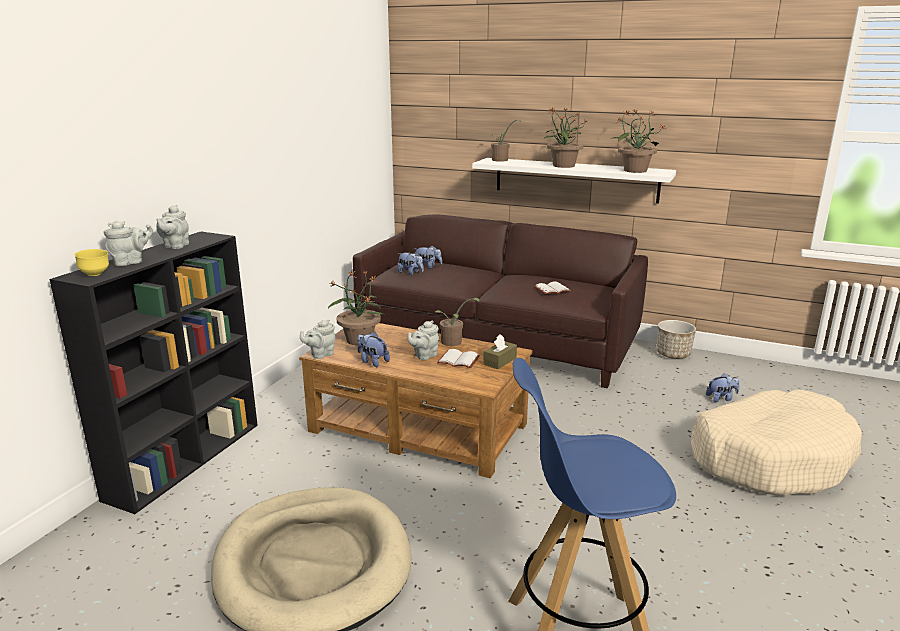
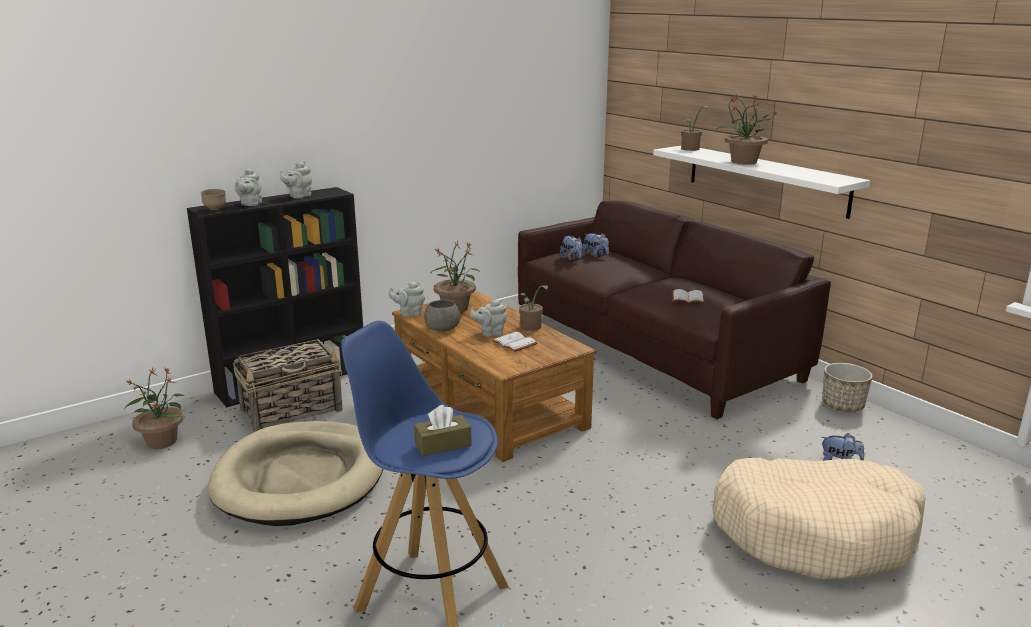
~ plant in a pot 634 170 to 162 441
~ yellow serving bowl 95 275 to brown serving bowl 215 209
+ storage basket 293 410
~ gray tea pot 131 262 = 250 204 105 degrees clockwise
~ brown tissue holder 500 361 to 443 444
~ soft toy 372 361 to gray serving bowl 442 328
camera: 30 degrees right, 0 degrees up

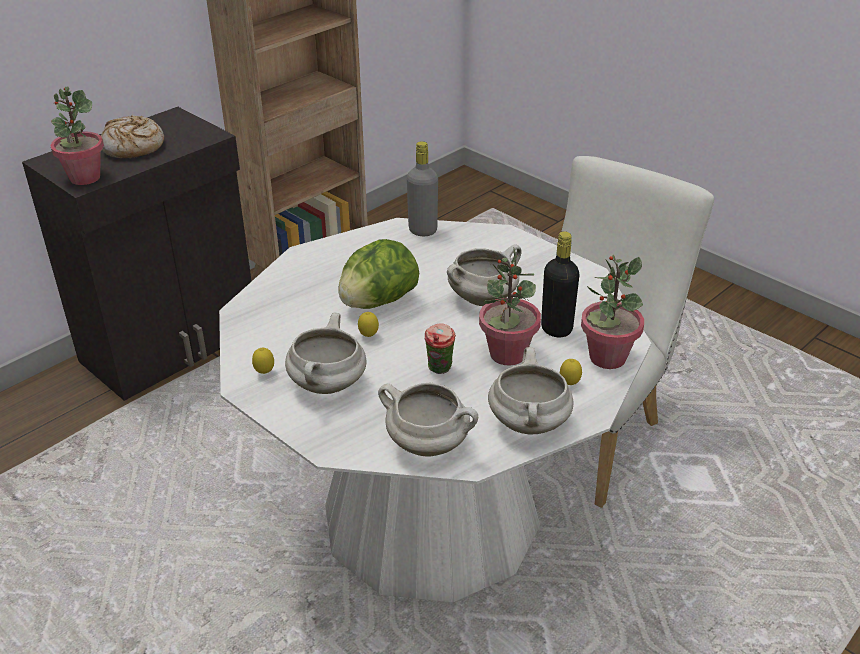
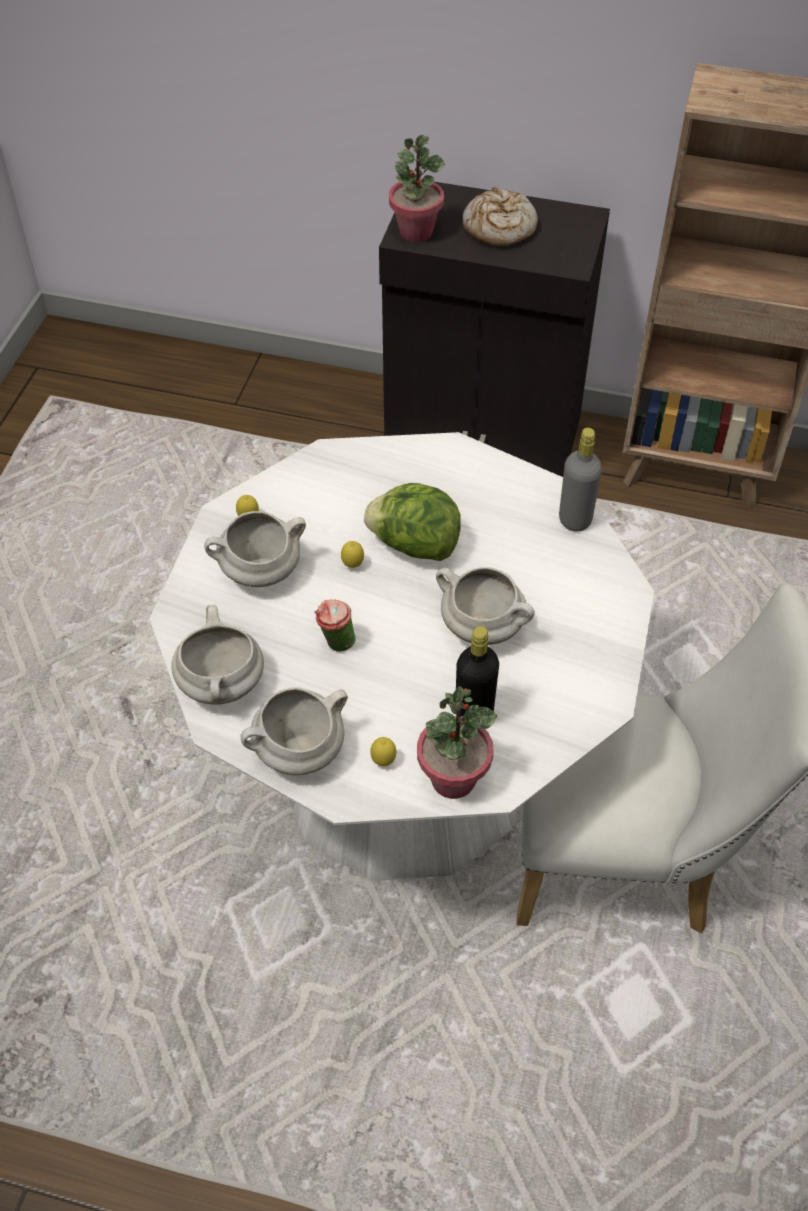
- plant in a pot 507 354
camera: 60 degrees right, 15 degrees up

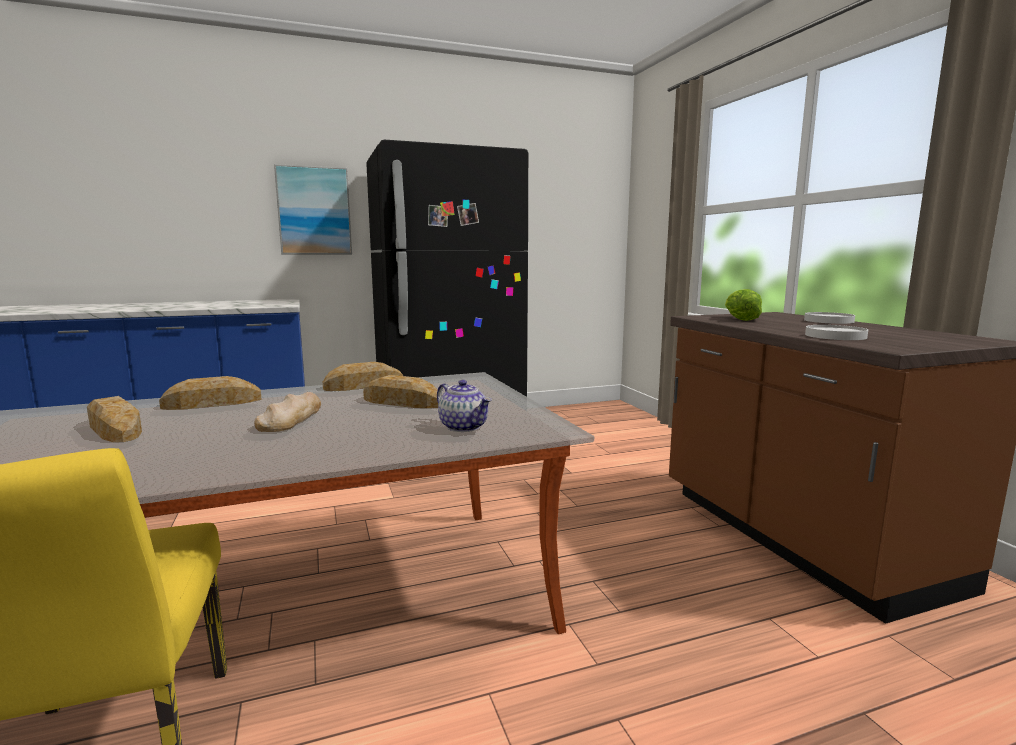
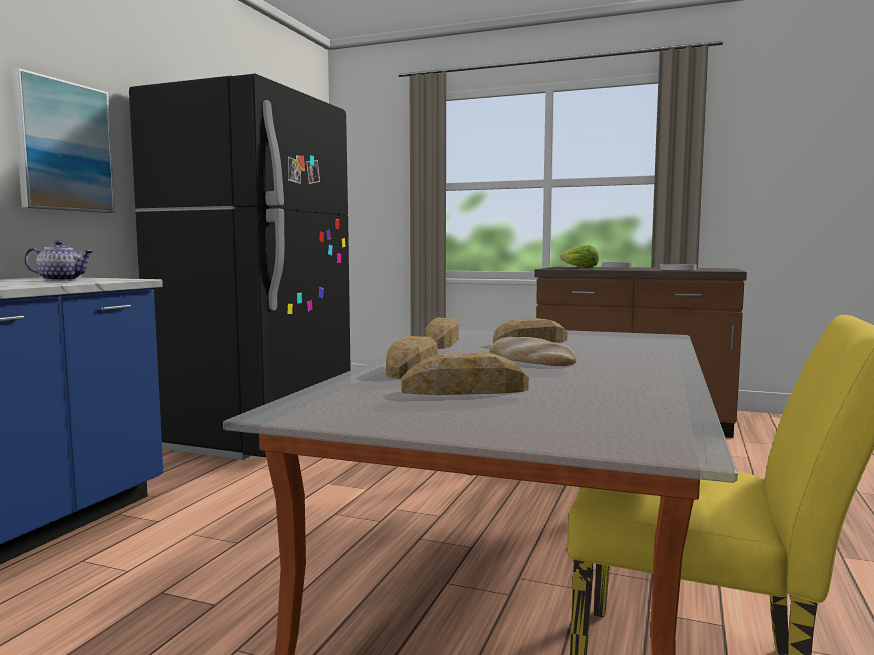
~ tea pot 464 427 to 61 280
camera: 50 degrees left, 5 degrees down

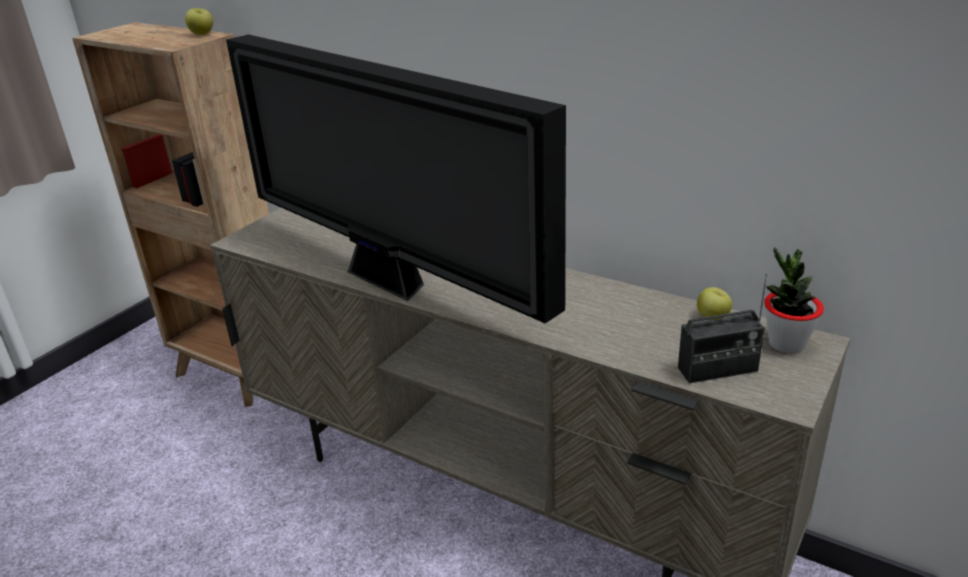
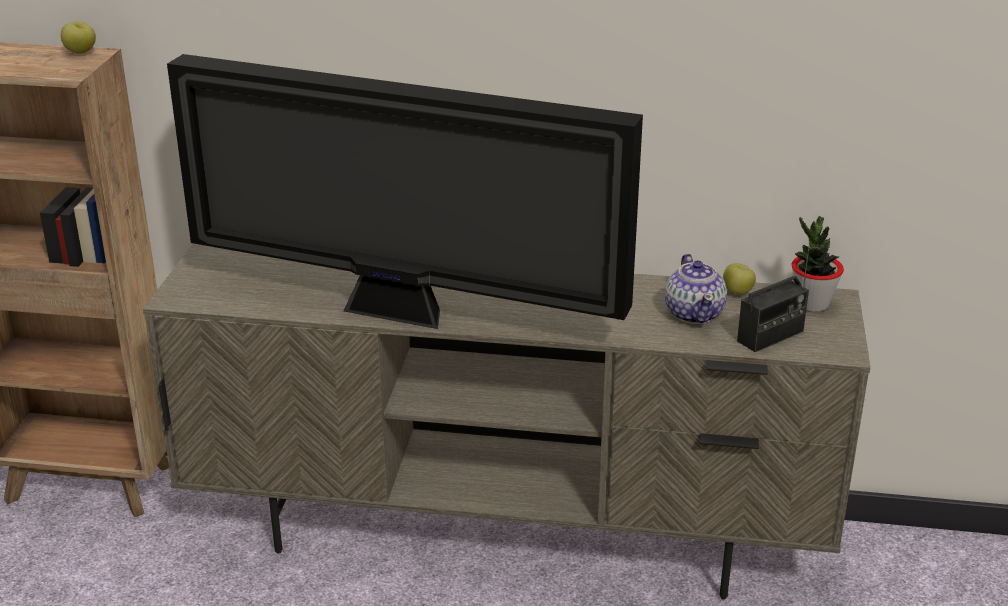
+ tea pot 694 313
camera: 25 degrees left, 0 degrees up

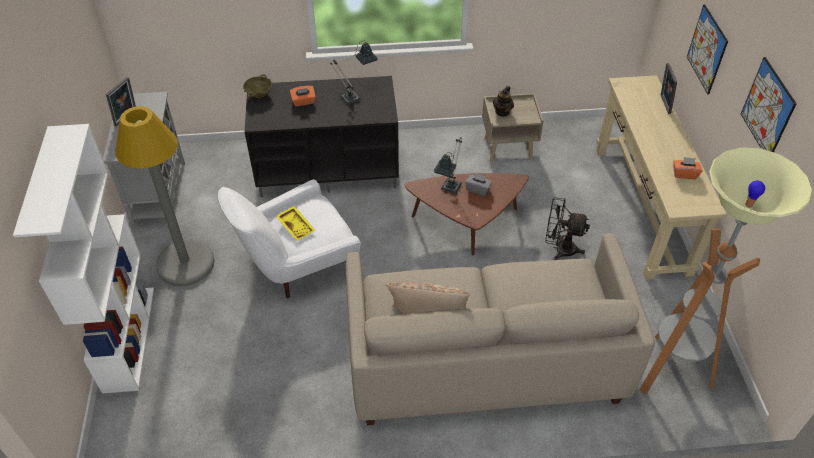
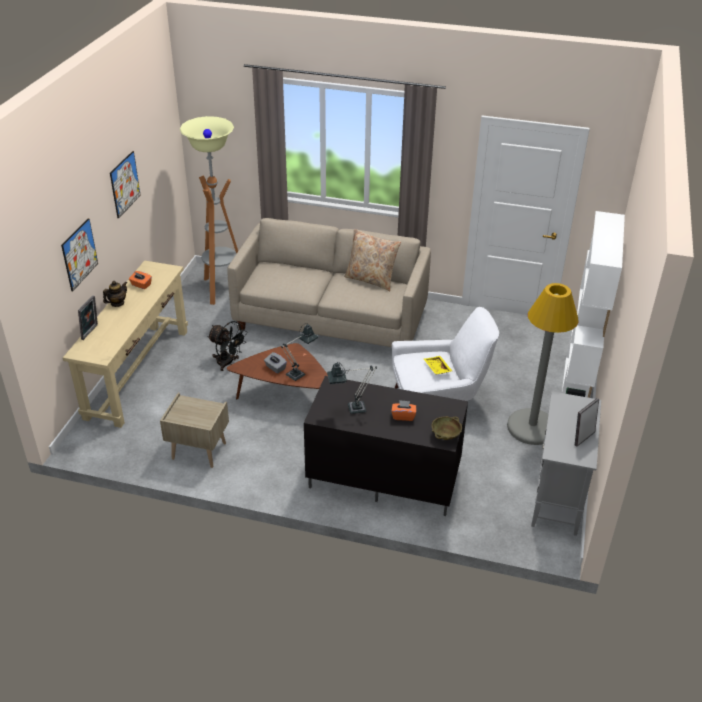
~ tea pot 502 112 to 117 303
camera: 160 degrees left, 10 degrees down

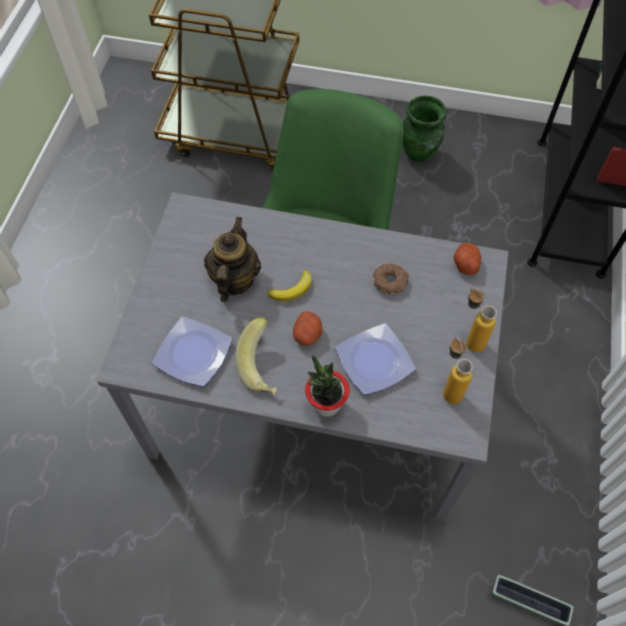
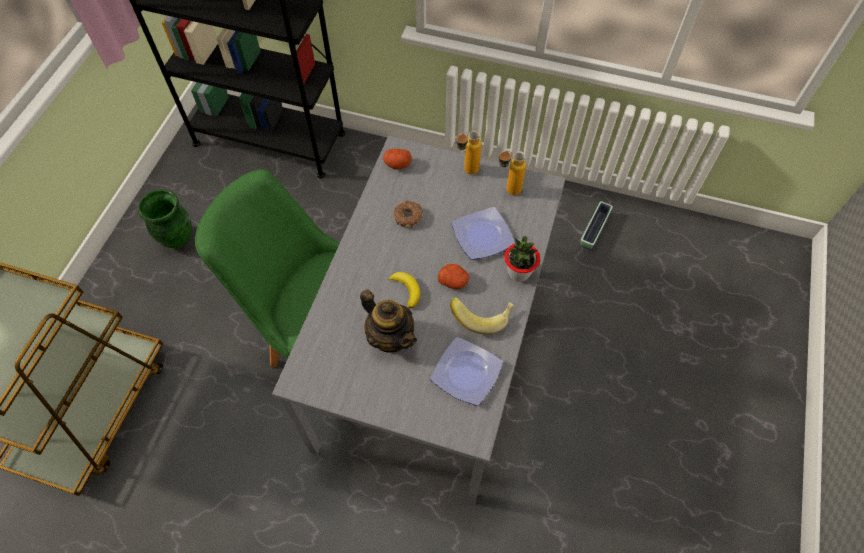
~ tea pot 234 280 = 390 337 150 degrees counterclockwise
camera: 85 degrees left, 0 degrees up

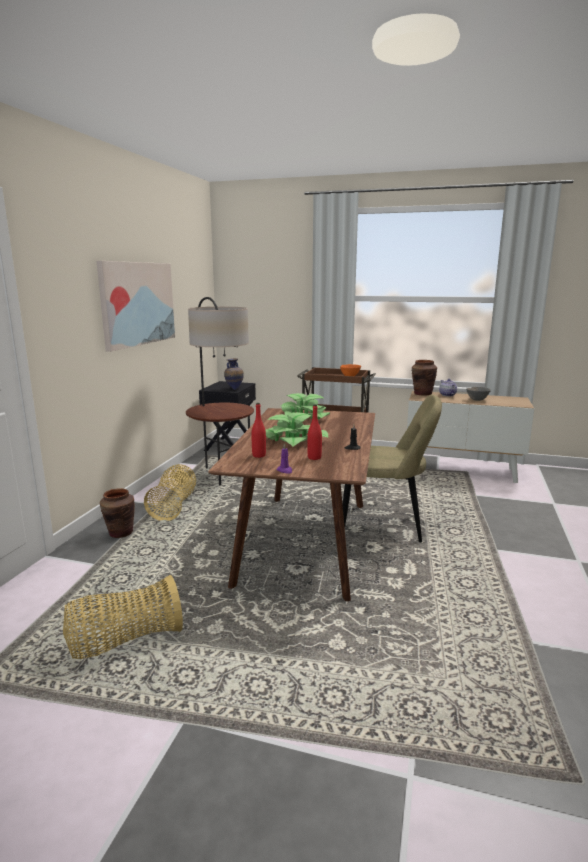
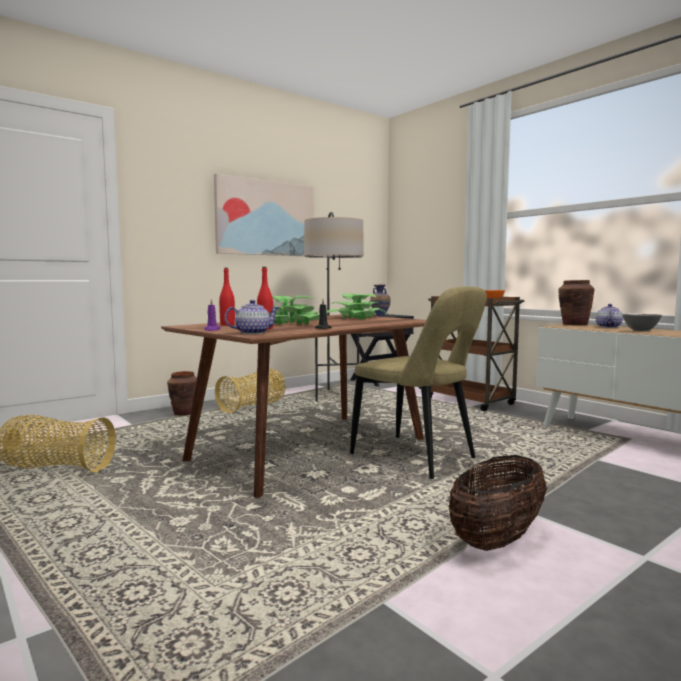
+ tea pot 252 333
+ storage basket 497 539
camera: 35 degrees right, 10 degrees down

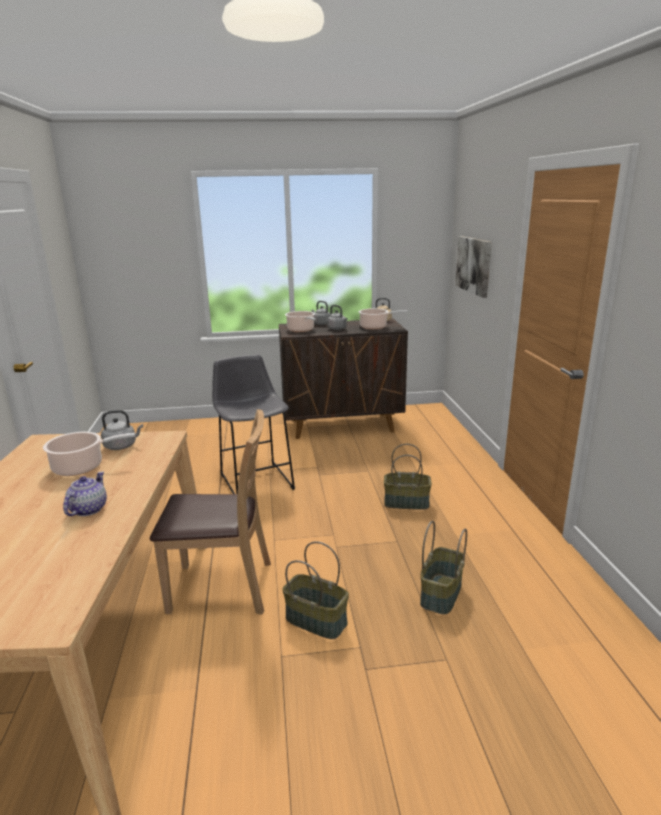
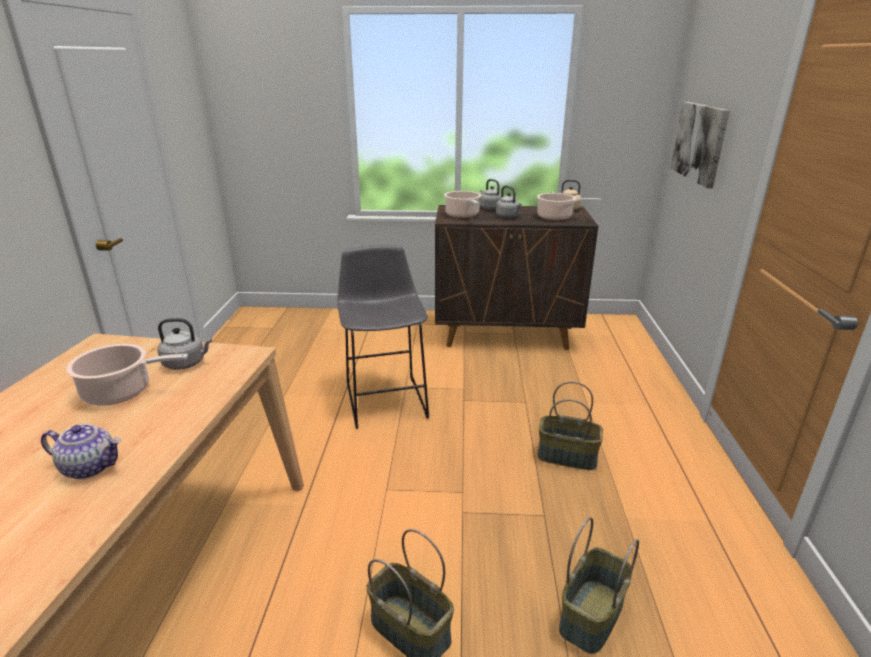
~ tea pot 88 509 = 91 467 75 degrees clockwise
- brown chair 222 587
camera: 10 degrees right, 5 degrees up

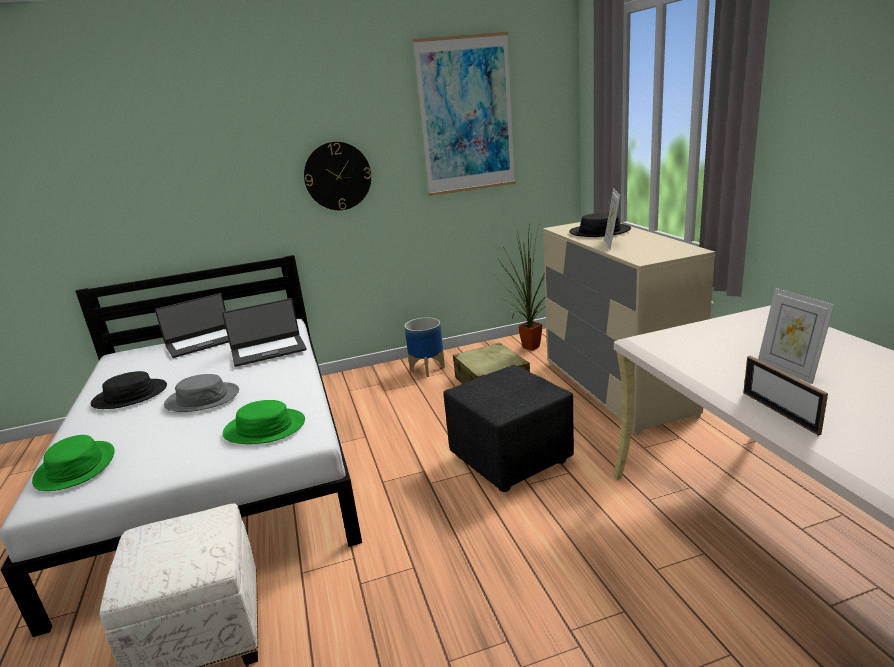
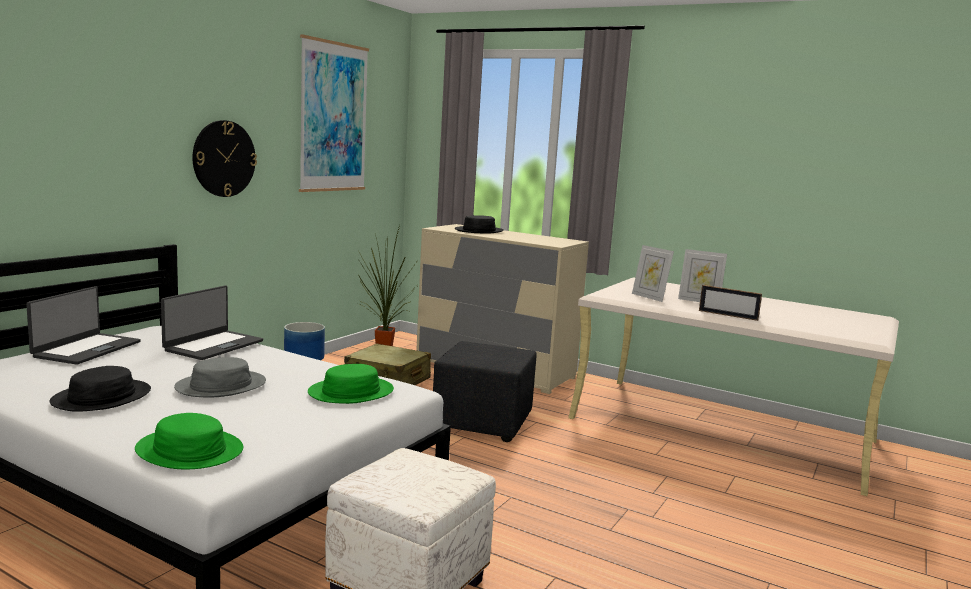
~ picture frame 611 244 to 649 297
camera: 45 degrees left, 10 degrees down

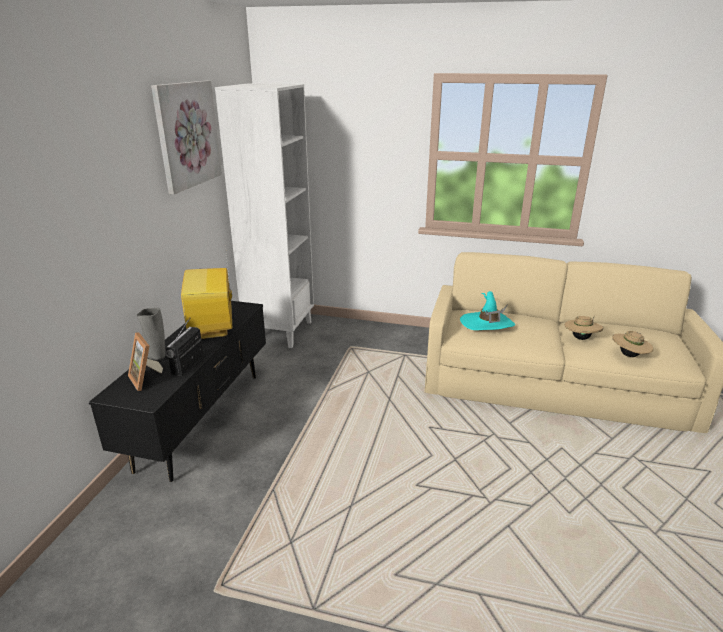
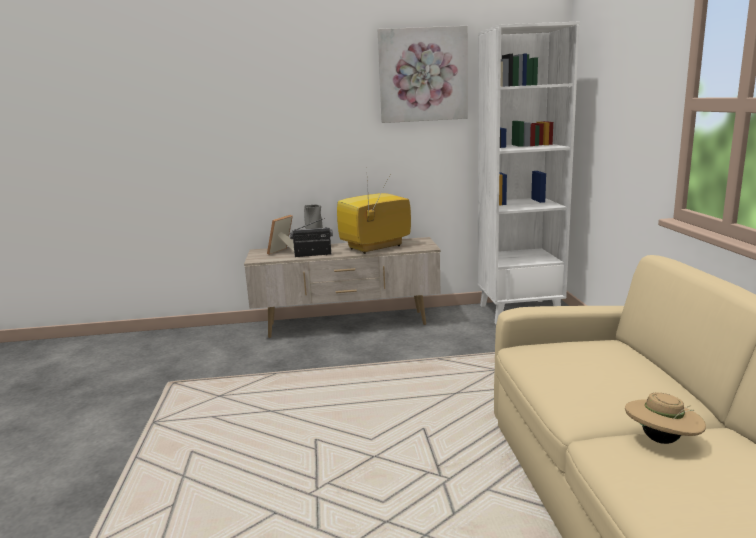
~ black tv stand 202 419 to beige tv stand 347 325
- turquoise-coloured wearable hat 487 324
- beige wearable hat 629 356
camera: 70 degrees right, 10 degrees down

